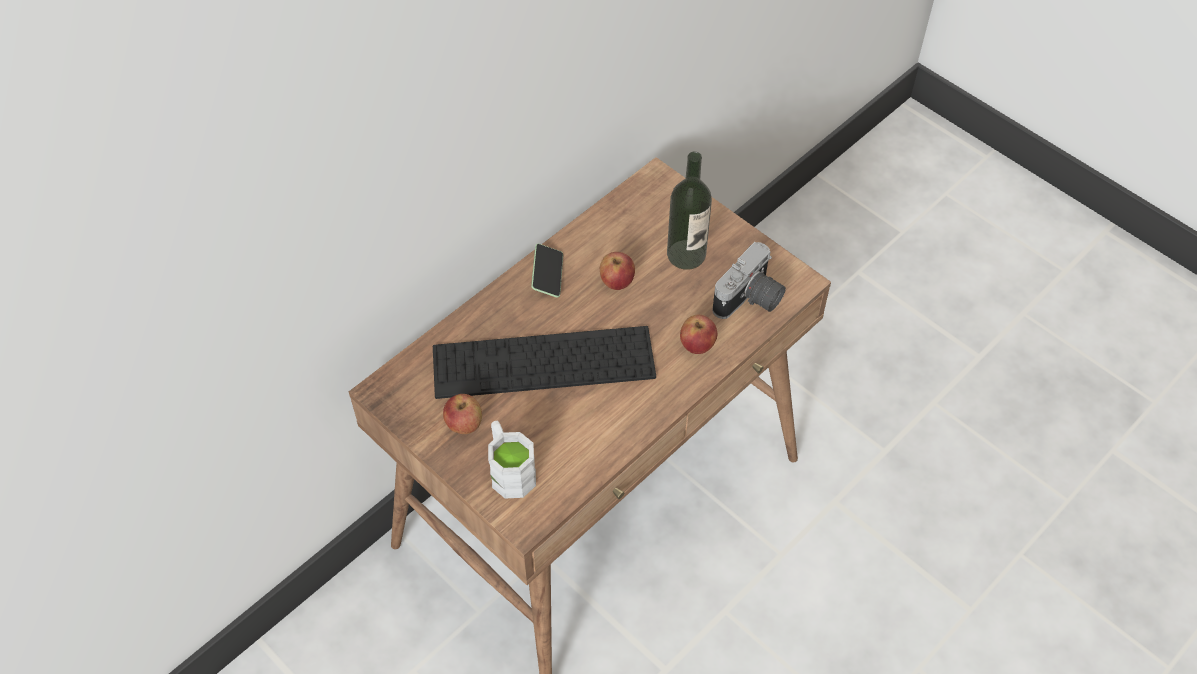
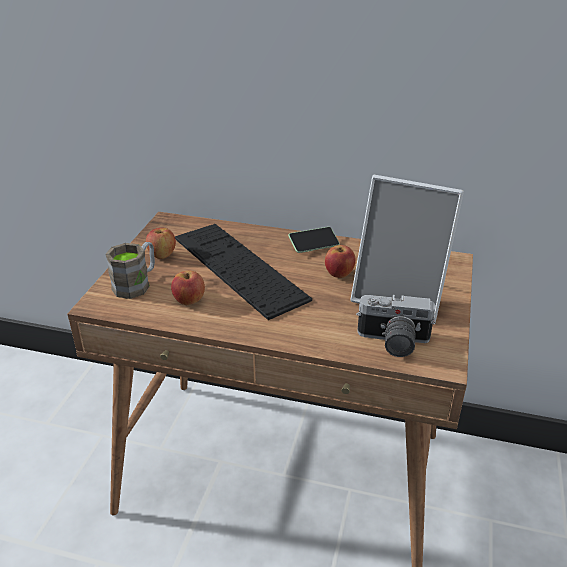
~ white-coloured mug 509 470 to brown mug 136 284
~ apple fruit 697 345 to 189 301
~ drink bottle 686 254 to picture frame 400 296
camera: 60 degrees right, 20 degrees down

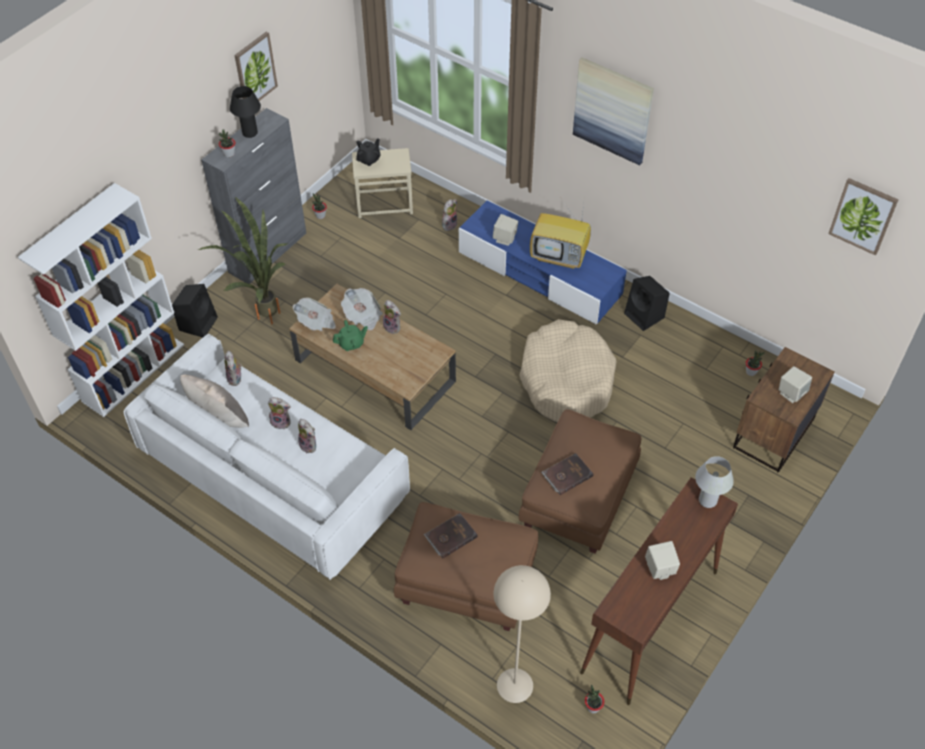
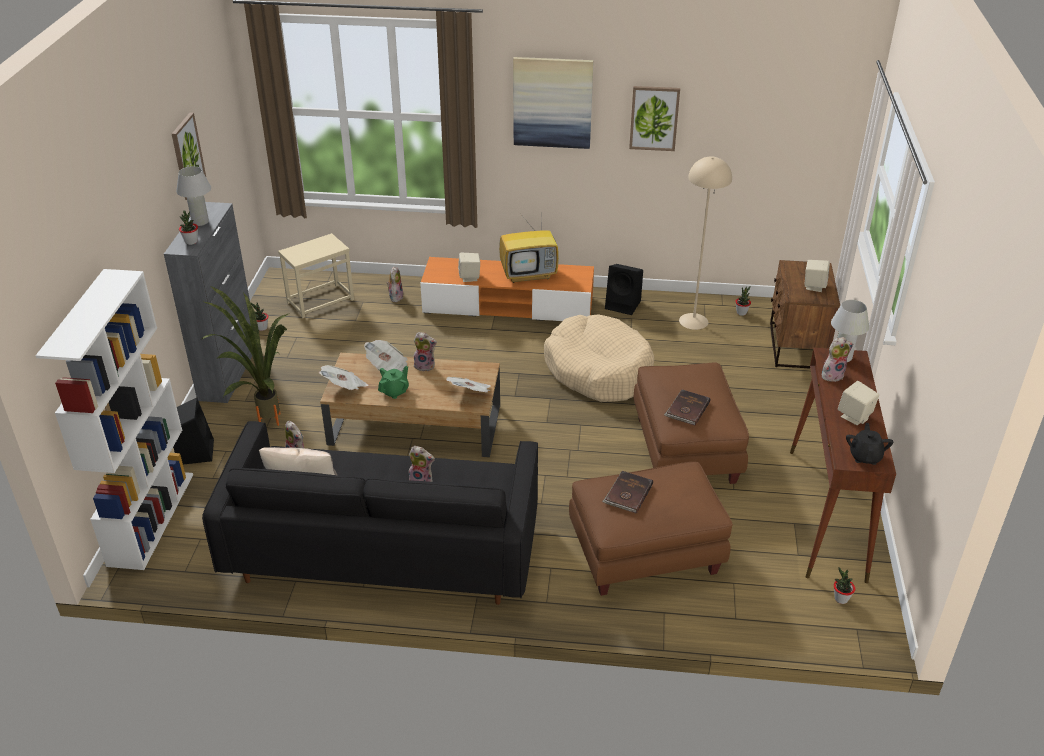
~ black table lamp 250 133 to white-coloured table lamp 200 222
~ white-coloured sofa 275 479 to black sofa 384 548
~ blue-coloured tv stand 539 274 to orange tv stand 508 305
+ printed paper 470 394
~ wall art 863 216 to 654 118
~ beige floor lamp 515 685 to 694 321
~ soft toy 281 422 to 832 375
~ black tea pot 369 159 to 865 456
camera: 30 degrees left, 15 degrees down

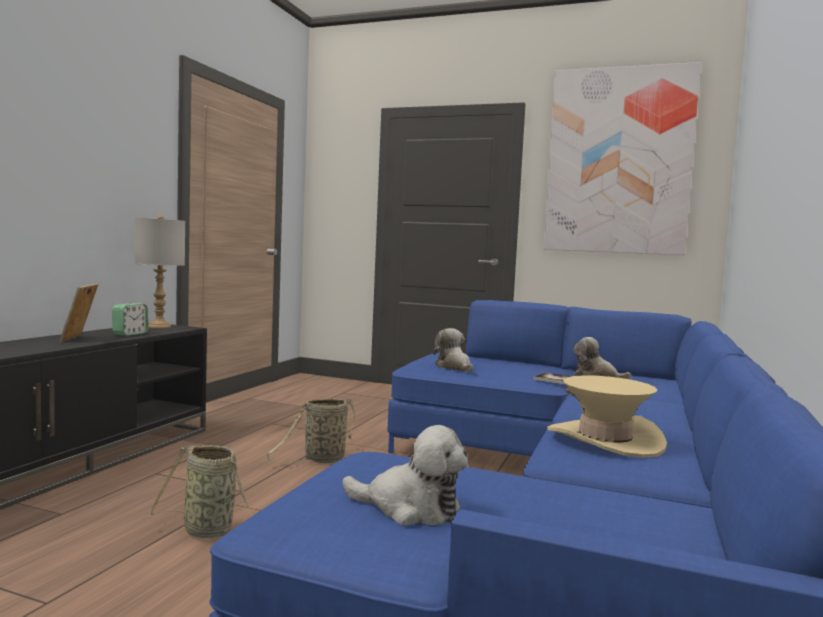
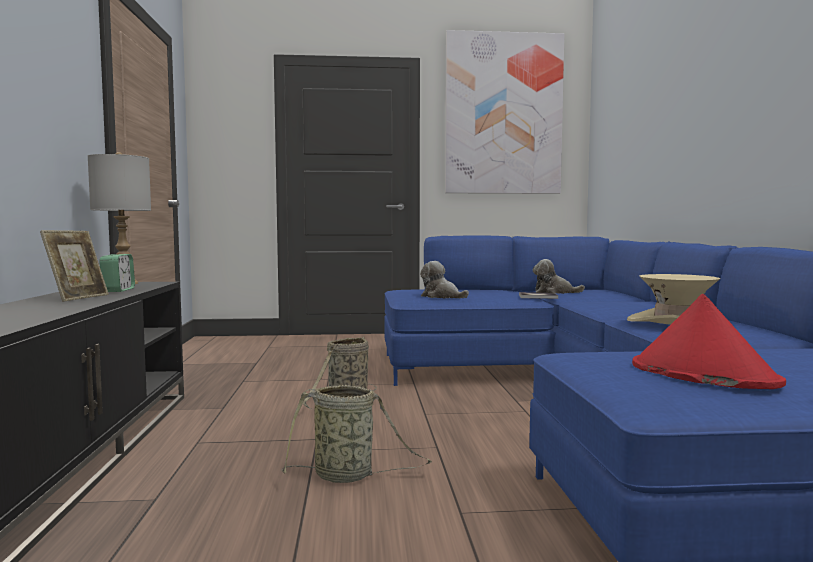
~ picture frame 79 339 = 77 298 135 degrees counterclockwise
~ soft toy 410 508 to red-coloured wearable hat 701 374
camera: 25 degrees left, 0 degrees up

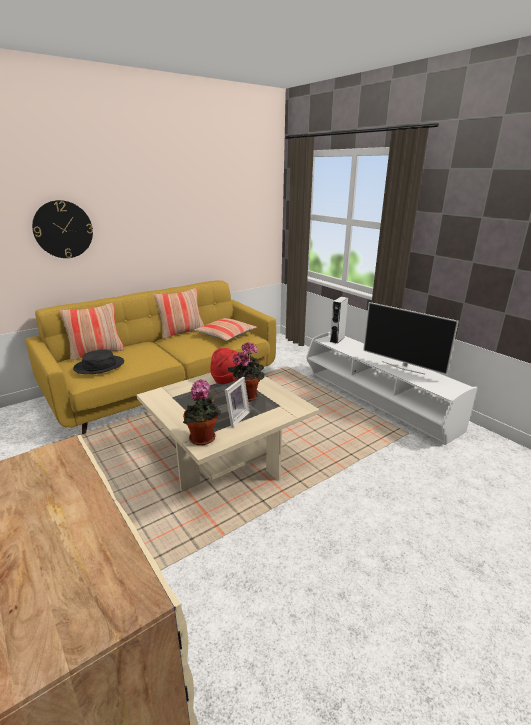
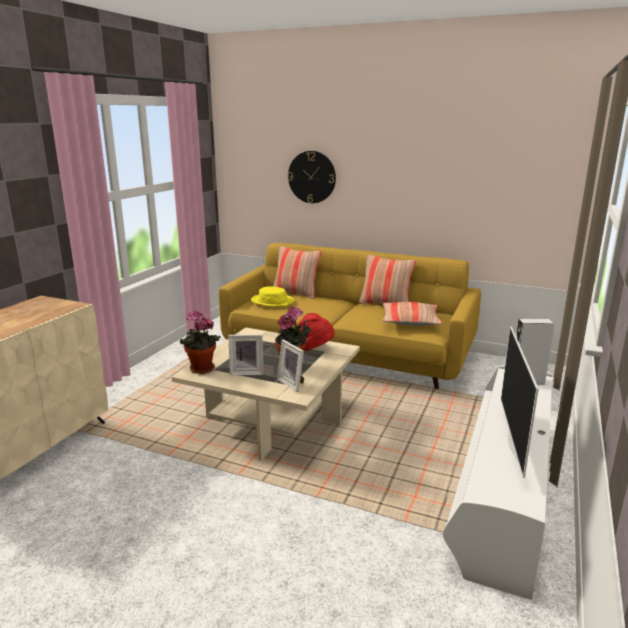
~ black wearable hat 99 366 to yellow wearable hat 272 301
+ picture frame 293 383
camera: 60 degrees right, 5 degrees down

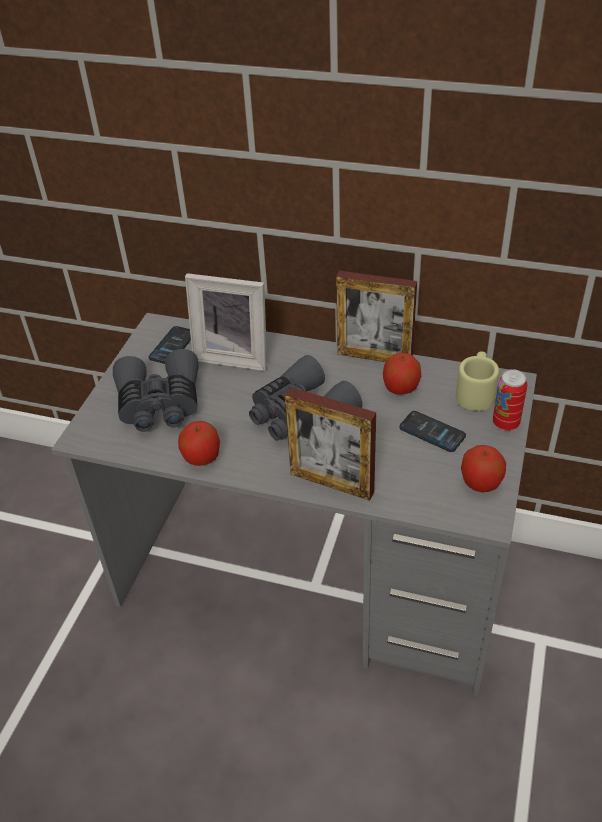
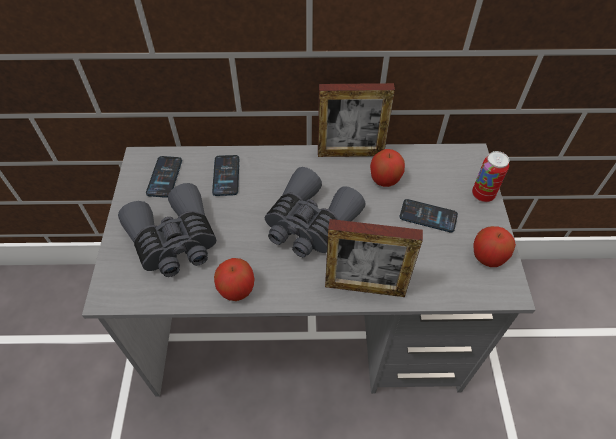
~ picture frame 234 355 to handset 226 176
- beige mug 476 392
camera: 20 degrees left, 10 degrees up

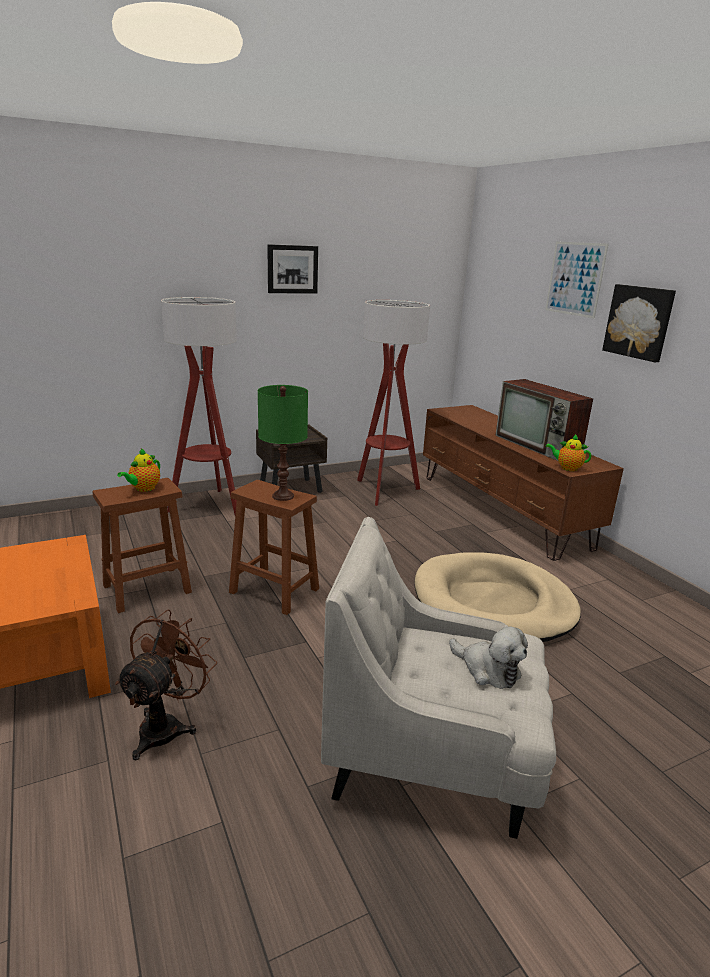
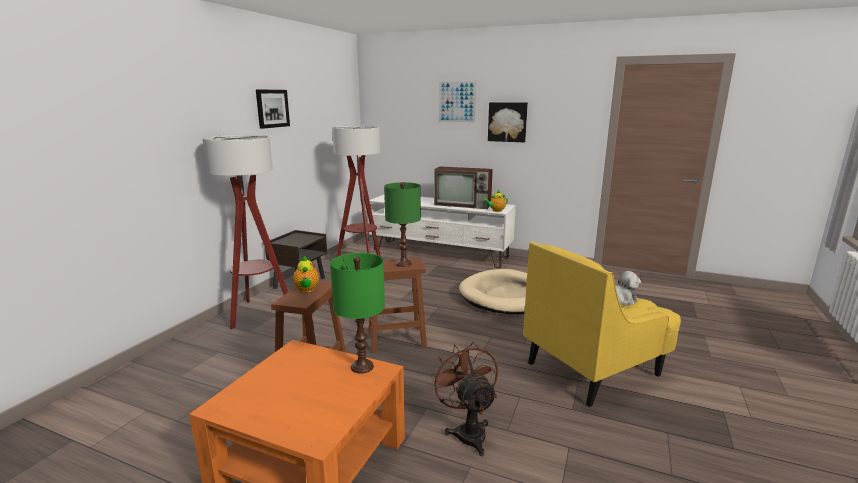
+ green-coloured table lamp 361 367
~ brown tv stand 502 510 to white-coloured tv stand 440 253
~ white-coloured lounge chair 432 760 to yellow lounge chair 594 368
camera: 40 degrees left, 5 degrees down

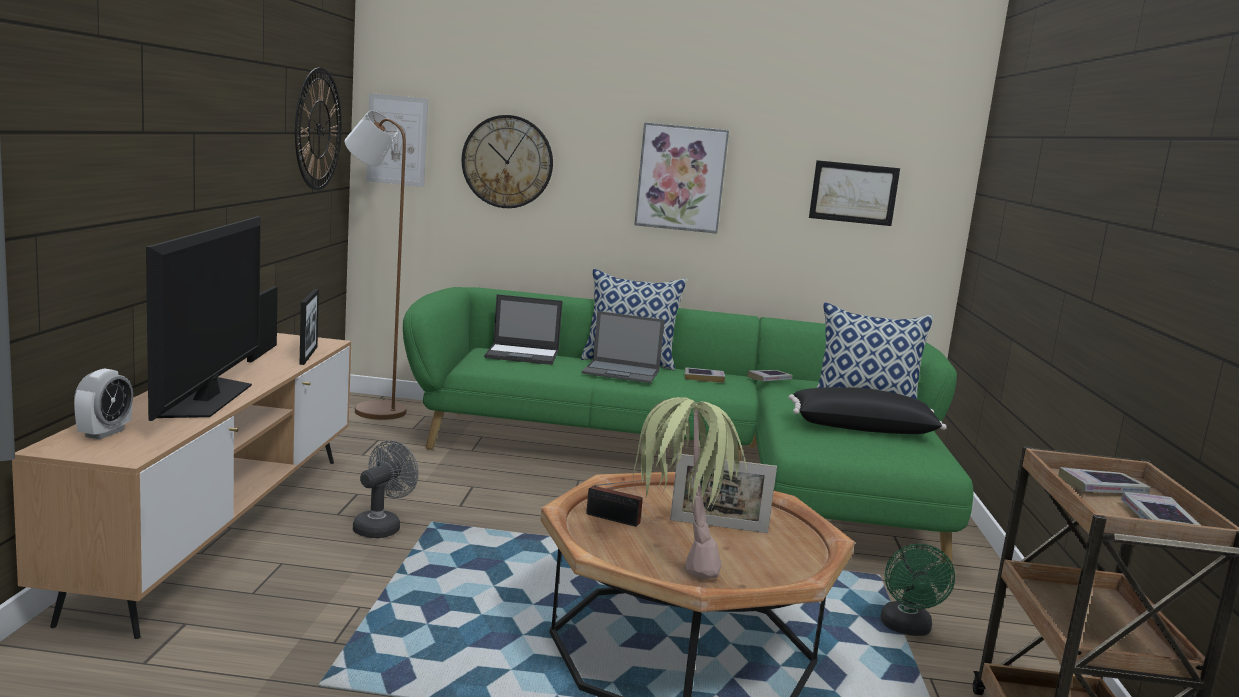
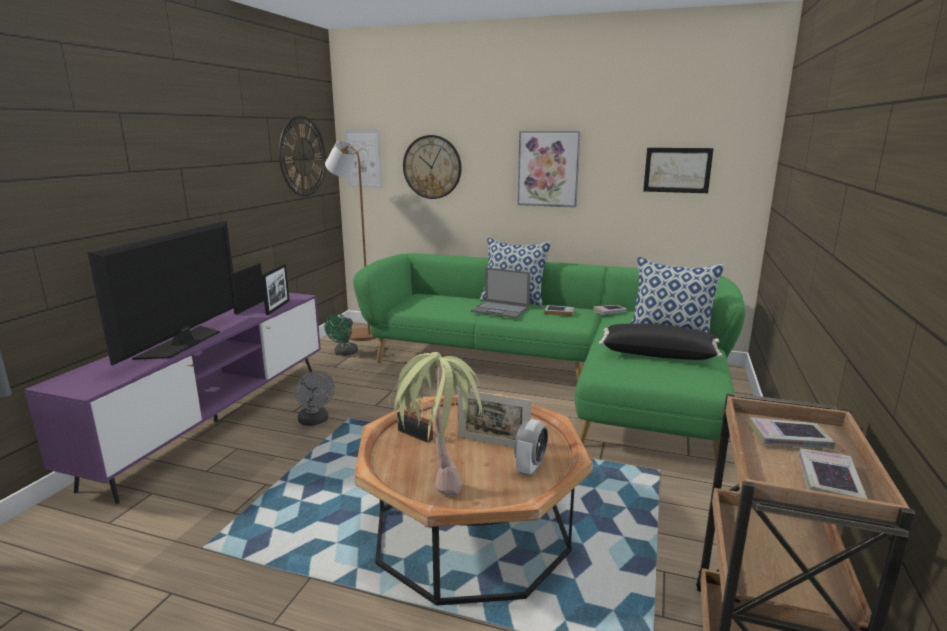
~ brown tv stand 222 529 to purple tv stand 216 421
~ gray fan 381 527 = 315 421 105 degrees clockwise
~ green-coloured fan 907 629 to 344 353
~ bedside clock 105 433 to 530 467
- notebook computer 523 355
camera: 15 degrees right, 5 degrees up

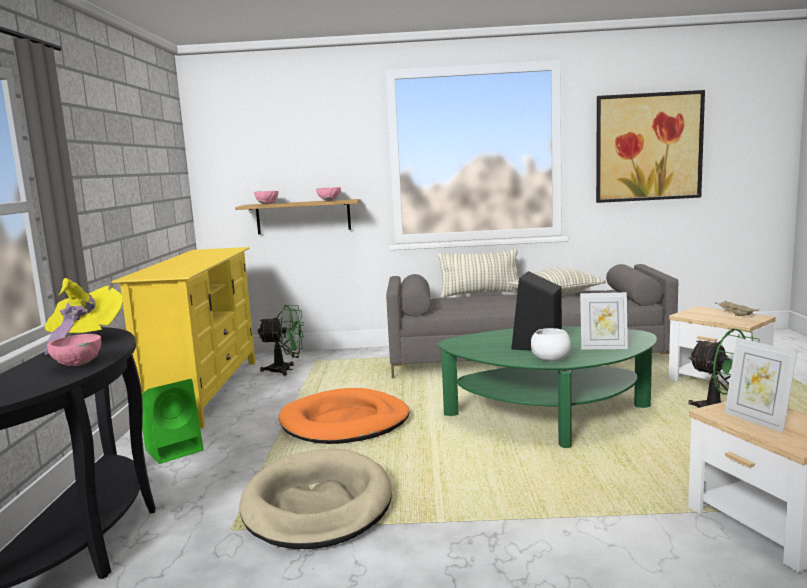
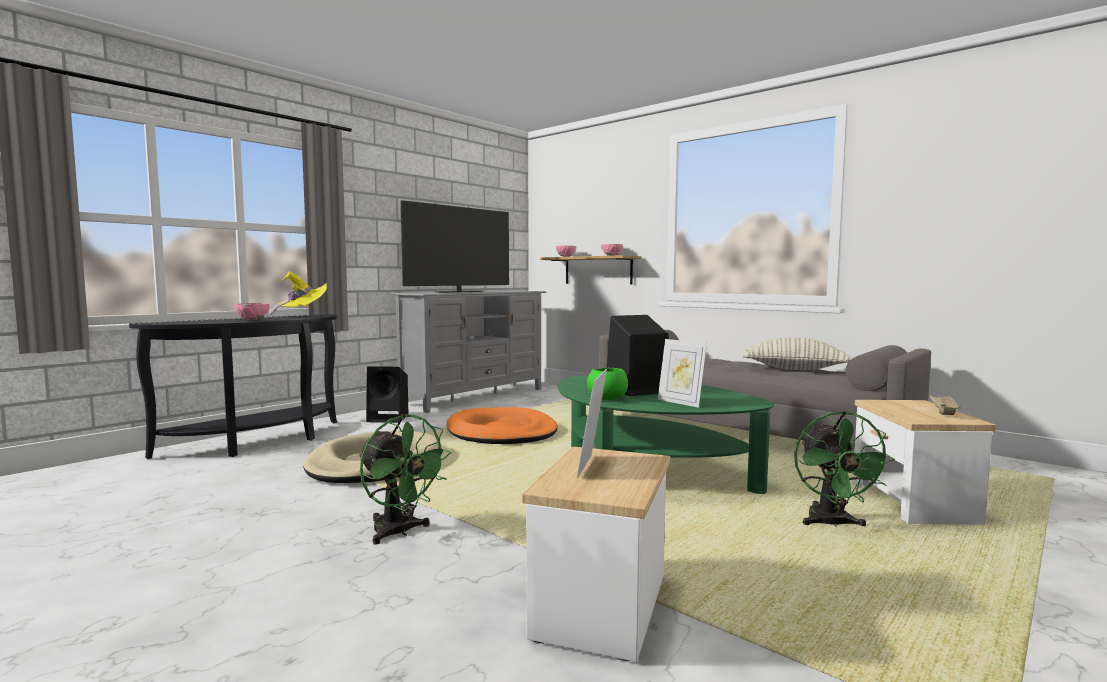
~ green-coloured fan 286 370 to 399 532
~ green-coloured loudspeaker 175 449 to black loudspeaker 389 418
~ yellow tv stand 205 392 to gray tv stand 474 397
+ TV 459 292
~ white-coloured serving bowl 550 359 to green-coloured serving bowl 608 398
- pillow 480 294
- wall art 648 147
camera: 40 degrees right, 5 degrees down

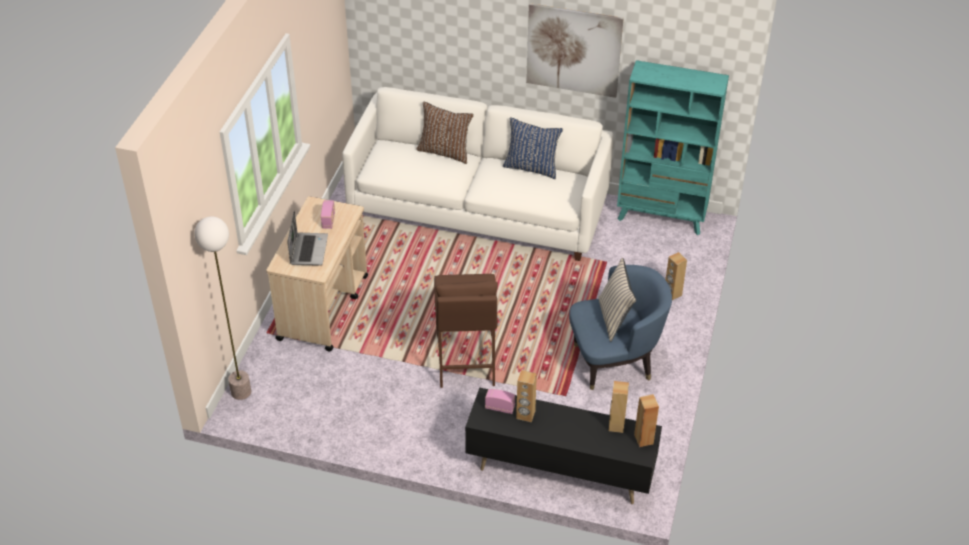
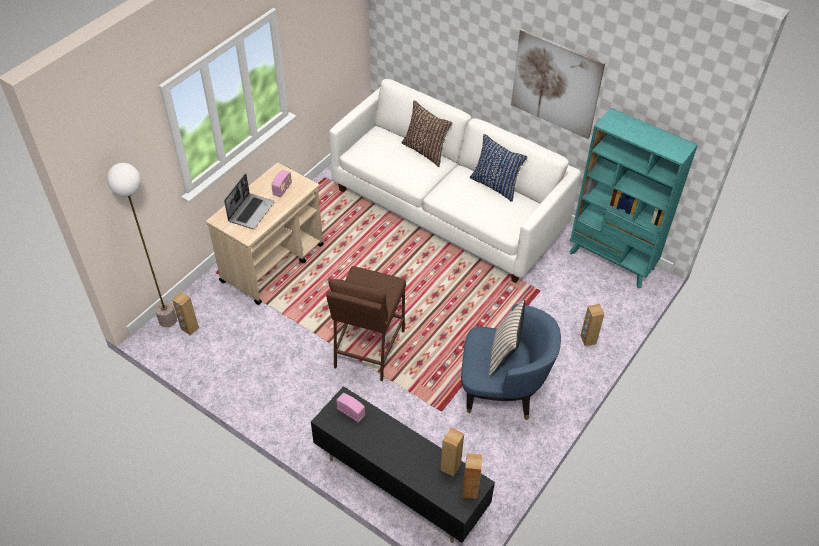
~ brown loudspeaker 525 415 to 189 328
camera: 20 degrees right, 5 degrees up

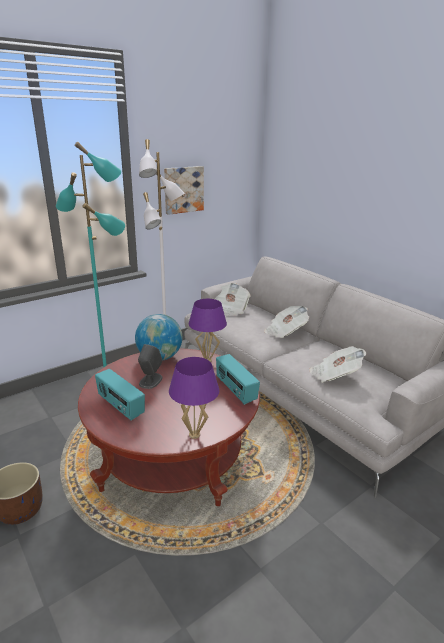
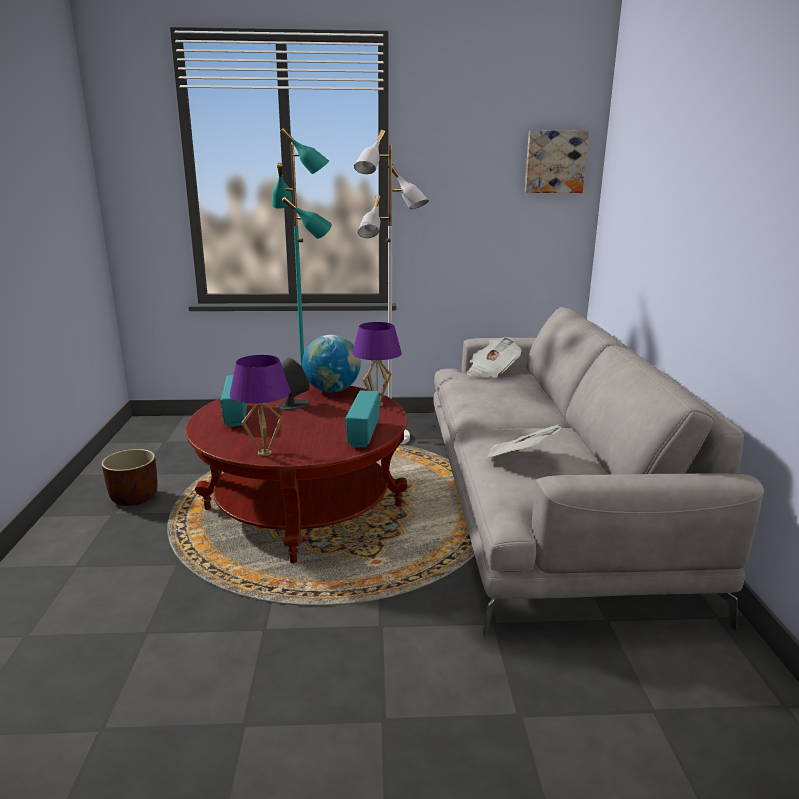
~ wall art 183 189 to 555 162
- printed paper 285 331
camera: 35 degrees right, 5 degrees down

